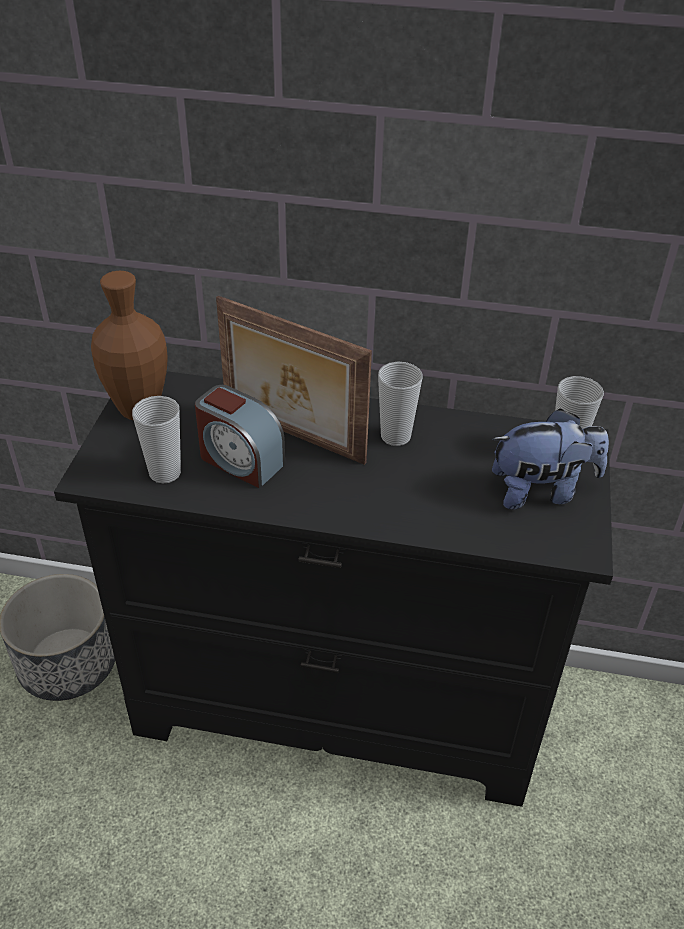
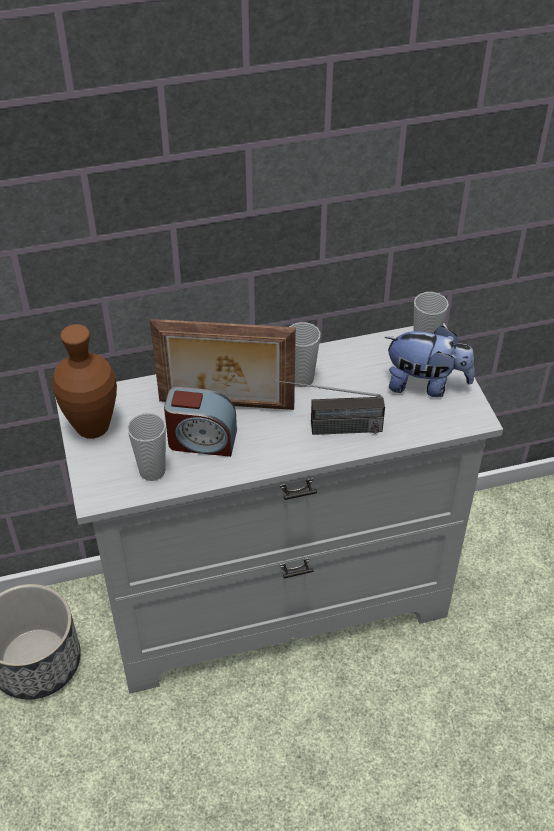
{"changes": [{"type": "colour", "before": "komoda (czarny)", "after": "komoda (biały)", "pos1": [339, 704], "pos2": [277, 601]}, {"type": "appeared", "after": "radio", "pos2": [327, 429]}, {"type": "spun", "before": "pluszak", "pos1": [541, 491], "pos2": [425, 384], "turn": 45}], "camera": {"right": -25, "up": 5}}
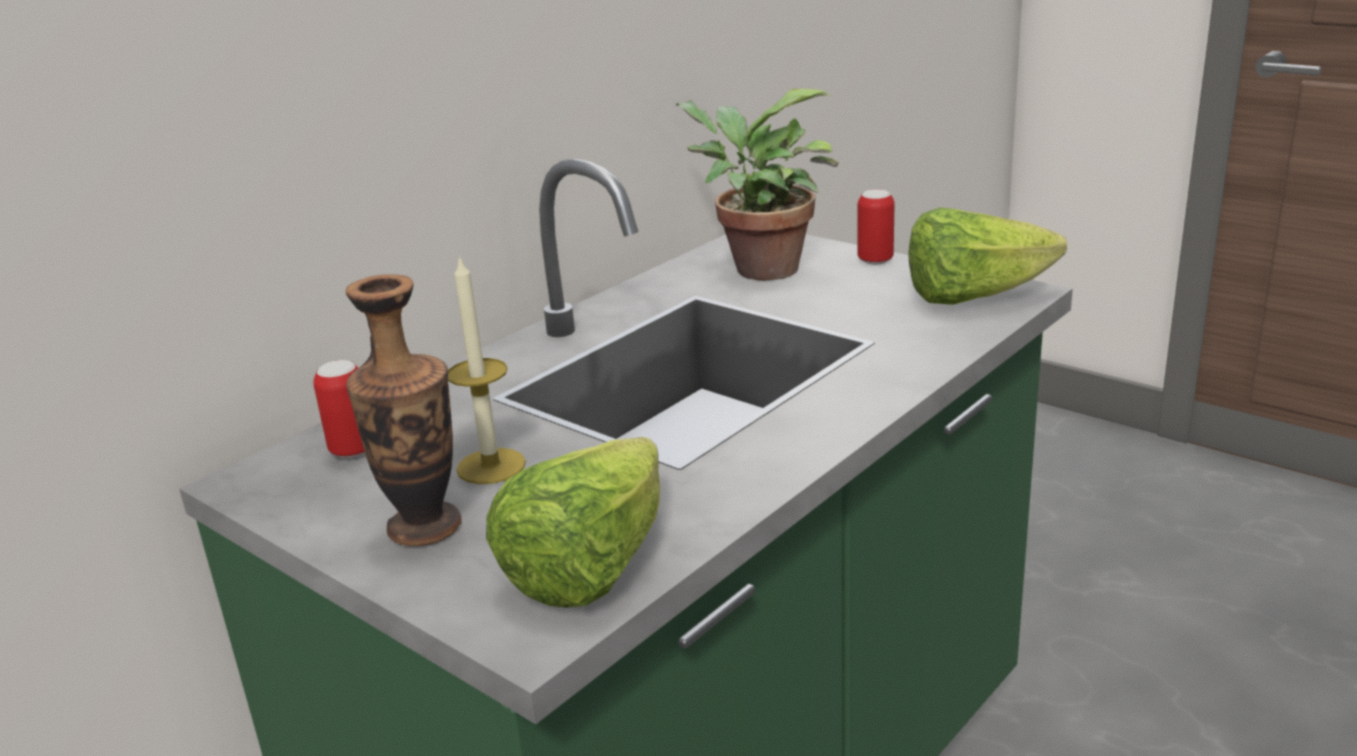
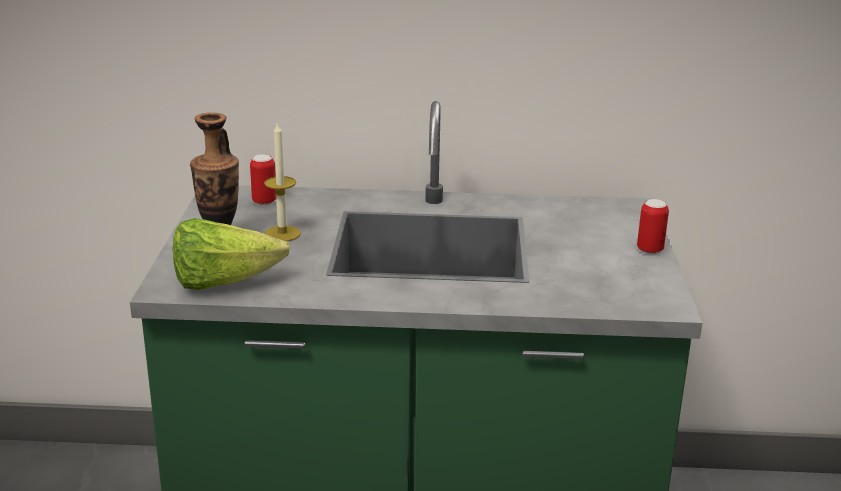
{"changes": [{"type": "missing", "before": "roślina doniczkowa", "pos1": [758, 269]}, {"type": "missing", "before": "sałata", "pos1": [973, 297]}], "camera": {"right": 50, "up": 0}}
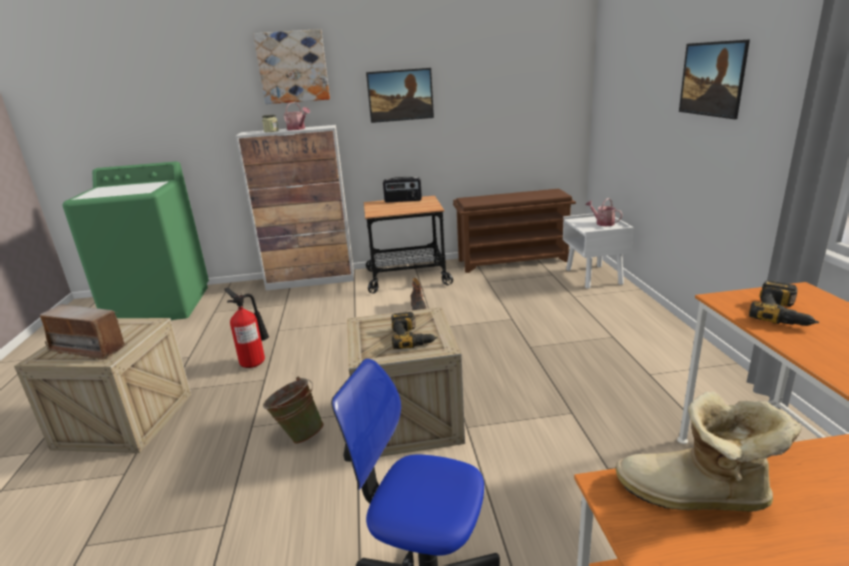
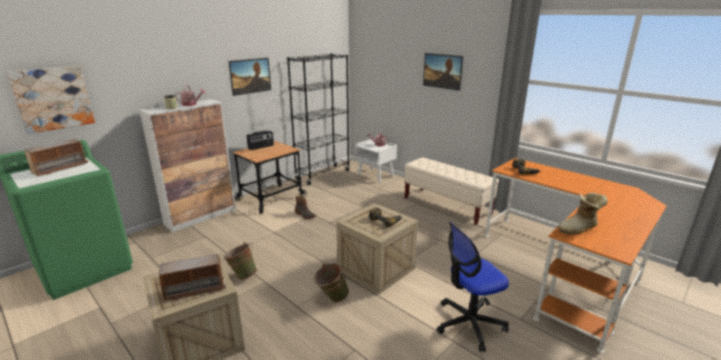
{"changes": [{"type": "relocated", "before": "obraz", "pos1": [293, 67], "pos2": [53, 98]}, {"type": "appeared", "after": "radio", "pos2": [60, 168]}, {"type": "exchanged", "before": "gaśnica", "after": "wiadro (zielony)", "pos1": [255, 362], "pos2": [242, 275]}, {"type": "exchanged", "before": "regał na buty (brązowy)", "after": "regał (czarny)", "pos1": [513, 260], "pos2": [323, 175]}, {"type": "appeared", "after": "ławka (beżowy)", "pos2": [446, 206]}], "camera": {"right": -40, "up": 0}}
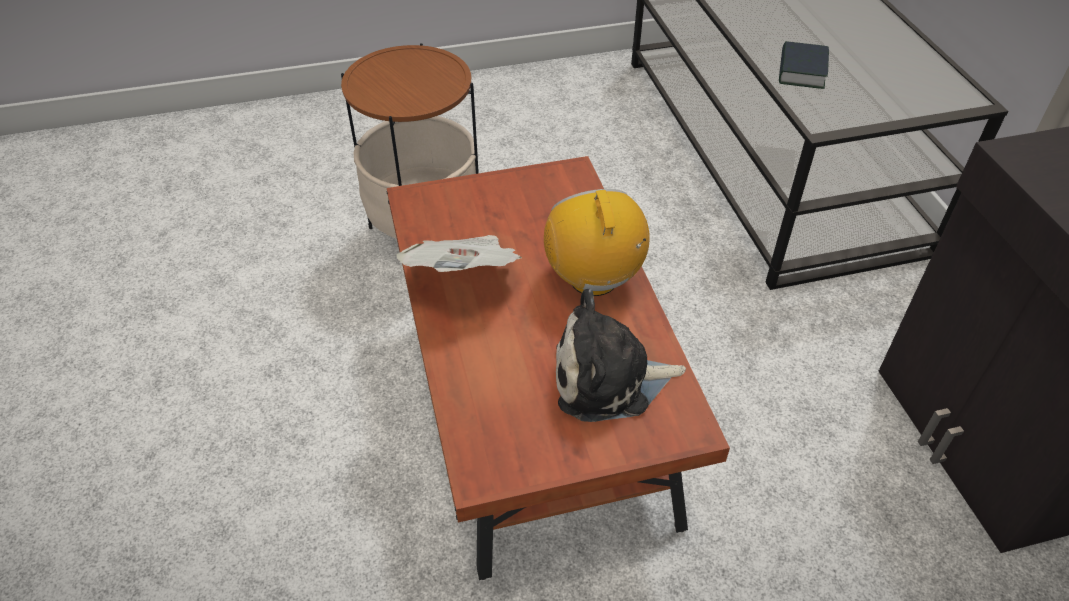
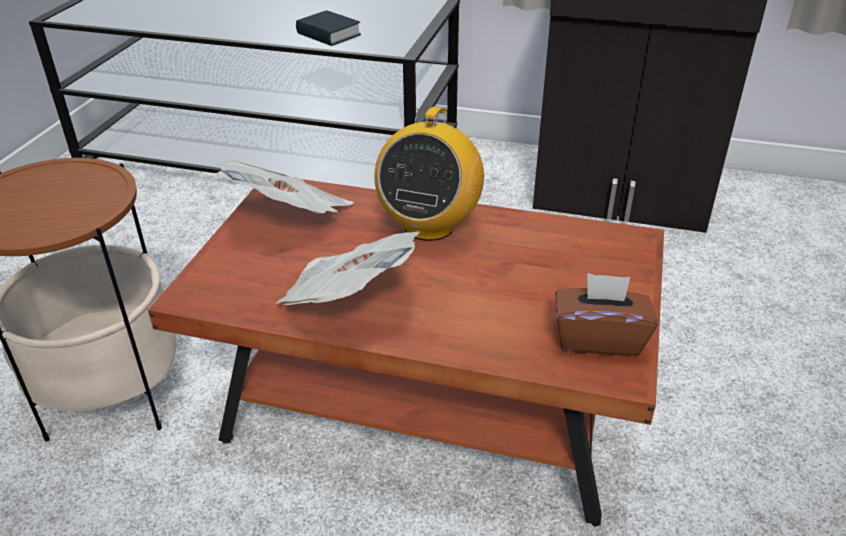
{"changes": [{"type": "appeared", "after": "gazeta", "pos2": [291, 216]}, {"type": "spun", "before": "radio", "pos1": [594, 279], "pos2": [429, 226], "turn": -90}, {"type": "appeared", "after": "pudełko chusteczek (brązowy)", "pos2": [599, 338]}, {"type": "missing", "before": "pluszak", "pos1": [609, 379]}], "camera": {"right": -60, "up": -10}}
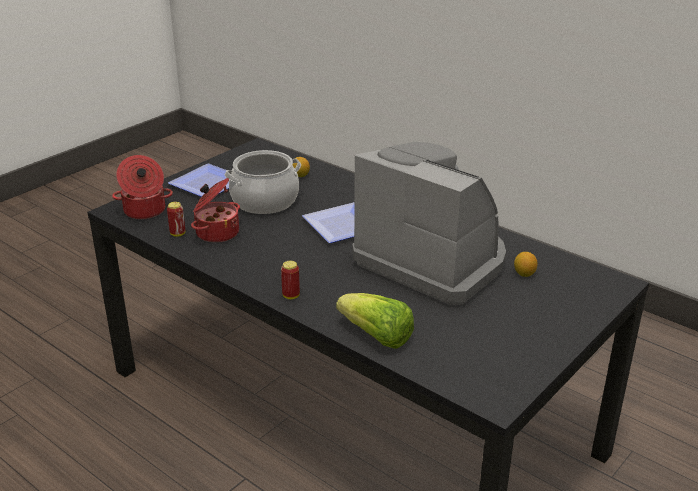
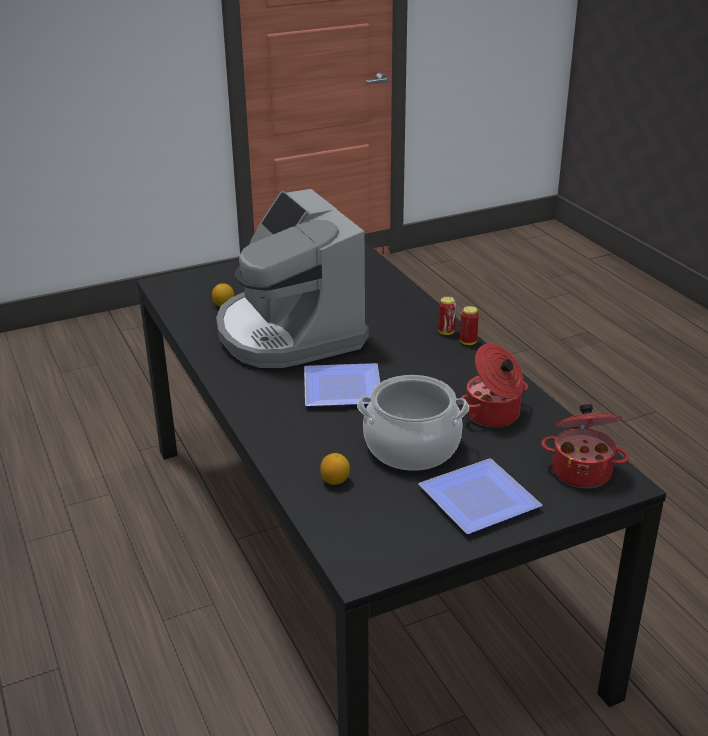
{"changes": [{"type": "relocated", "before": "puszka", "pos1": [177, 234], "pos2": [468, 342]}, {"type": "missing", "before": "sałata", "pos1": [376, 336]}], "camera": {"right": -155, "up": 0}}
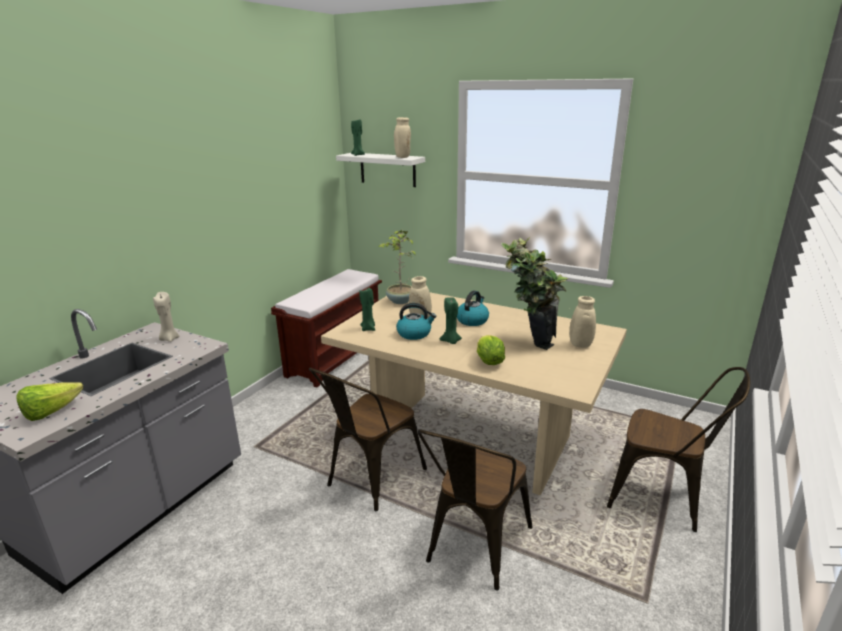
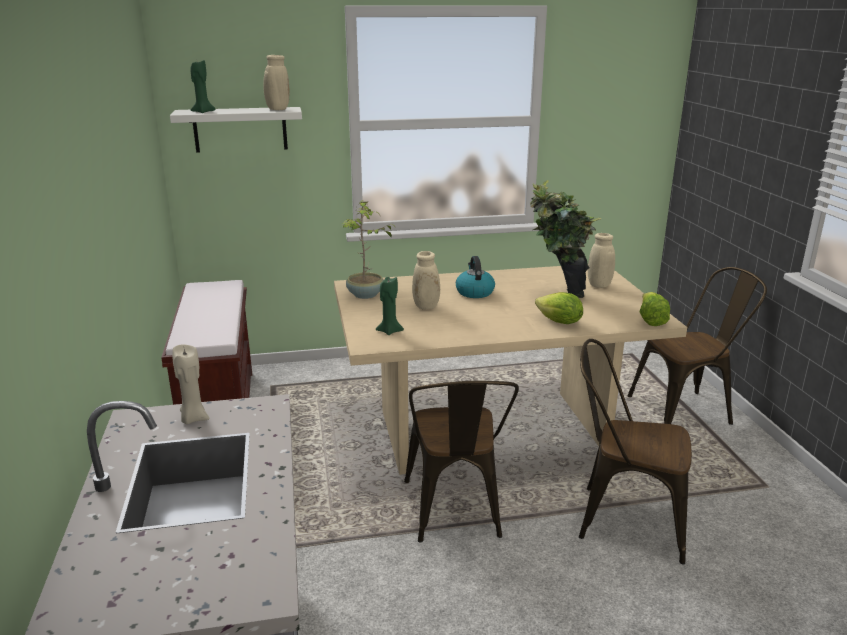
{"changes": [{"type": "spun", "before": "krzesło (brązowy)", "pos1": [474, 549], "pos2": [621, 519], "turn": 120}, {"type": "relocated", "before": "sałata", "pos1": [51, 412], "pos2": [650, 320]}, {"type": "missing", "before": "czajnik", "pos1": [414, 333]}, {"type": "missing", "before": "świeca (zielony)", "pos1": [451, 341]}], "camera": {"right": -40, "up": 0}}
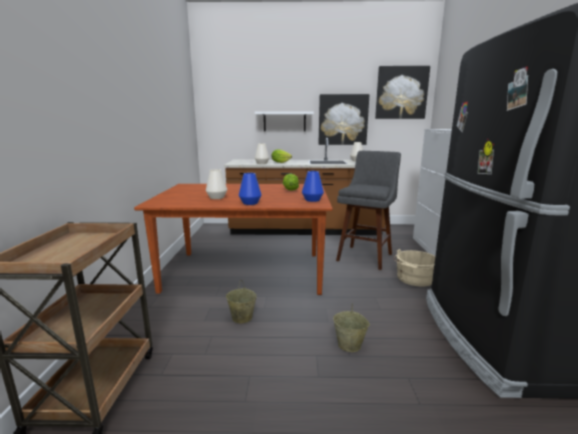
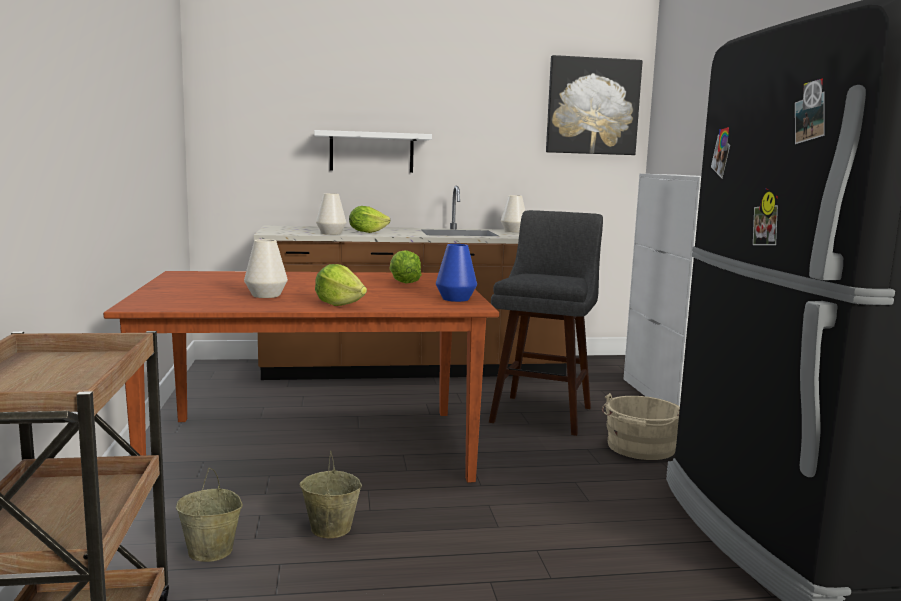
{"changes": [{"type": "relocated", "before": "wiadro (beżowy)", "pos1": [350, 345], "pos2": [211, 551]}, {"type": "exchanged", "before": "wazon (niebieski)", "after": "sałata", "pos1": [250, 203], "pos2": [339, 304]}, {"type": "missing", "before": "obraz", "pos1": [343, 119]}], "camera": {"right": -10, "up": -5}}
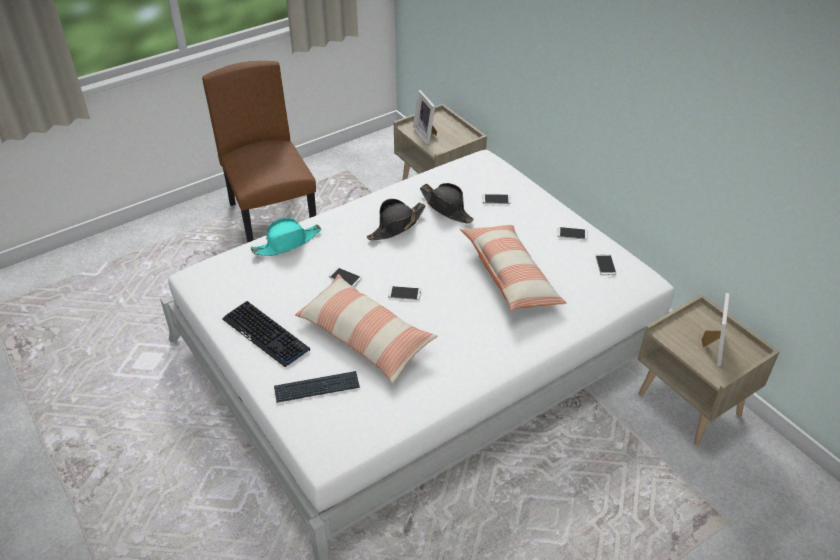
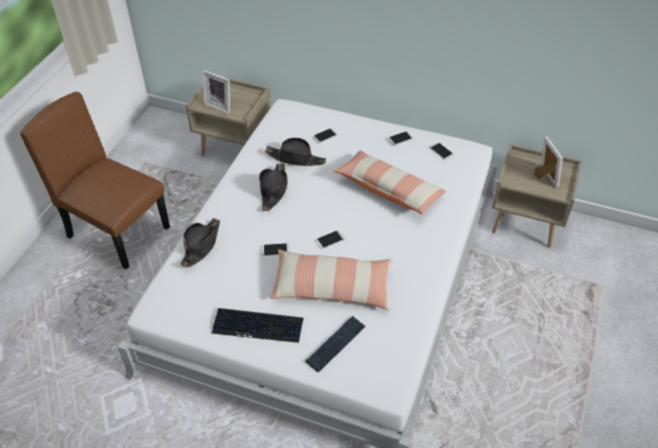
{"changes": [{"type": "colour", "before": "kapelusz (turkusowy)", "after": "kapelusz (czarny)", "pos1": [287, 243], "pos2": [201, 245]}], "camera": {"right": -35, "up": 5}}
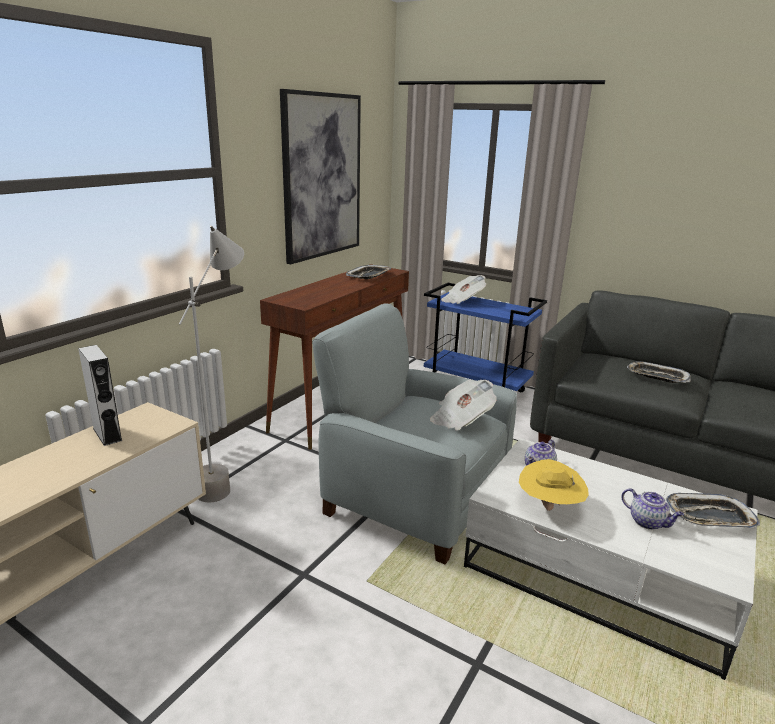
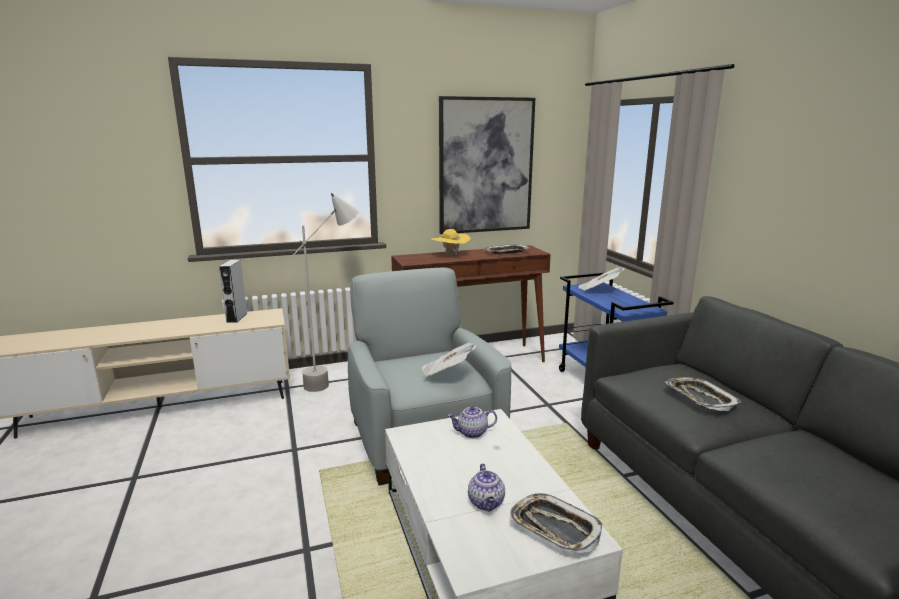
{"changes": [{"type": "relocated", "before": "kapelusz (żółty)", "pos1": [549, 507], "pos2": [450, 254]}], "camera": {"right": 40, "up": -5}}
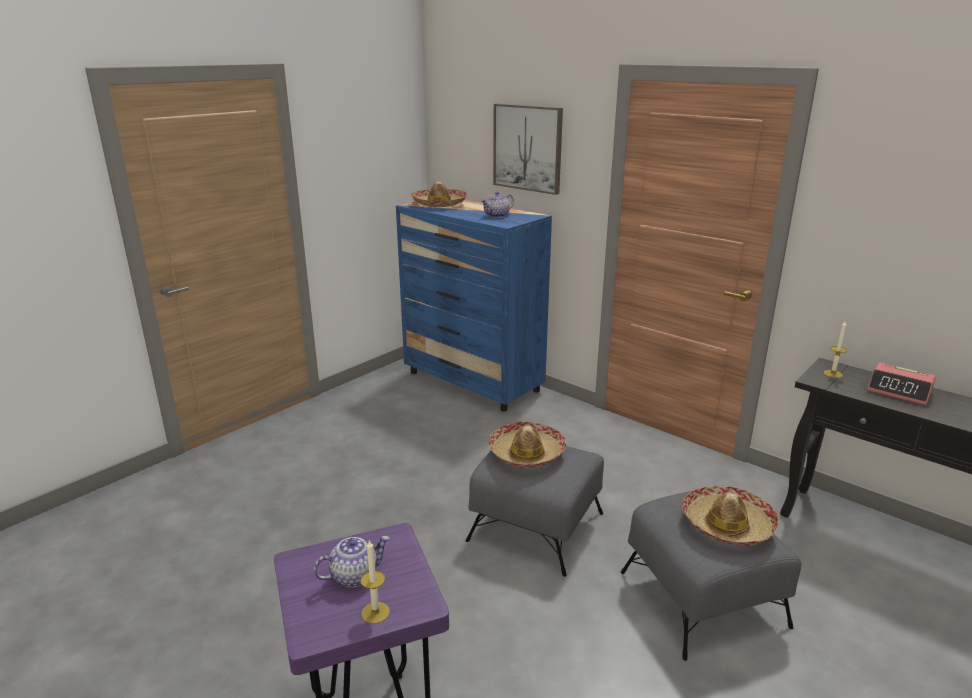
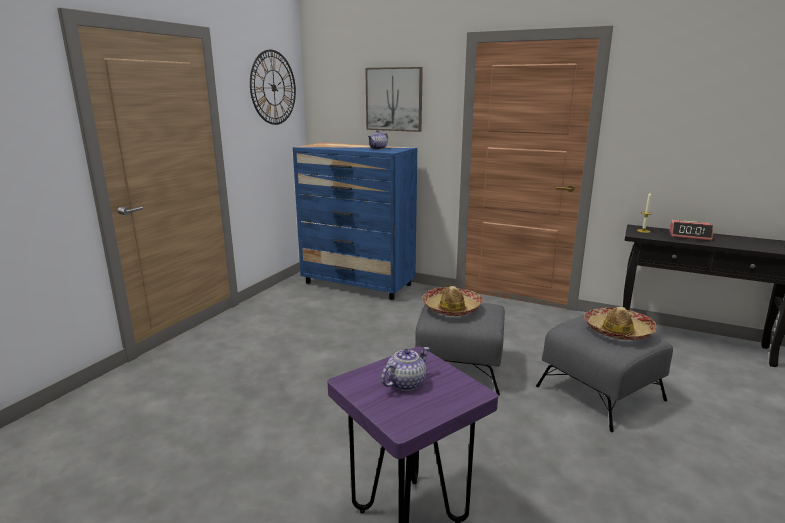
{"changes": [{"type": "appeared", "after": "zegar ścienny", "pos2": [273, 88]}, {"type": "missing", "before": "świeca", "pos1": [375, 612]}, {"type": "missing", "before": "kapelusz", "pos1": [438, 204]}], "camera": {"right": -15, "up": -5}}
